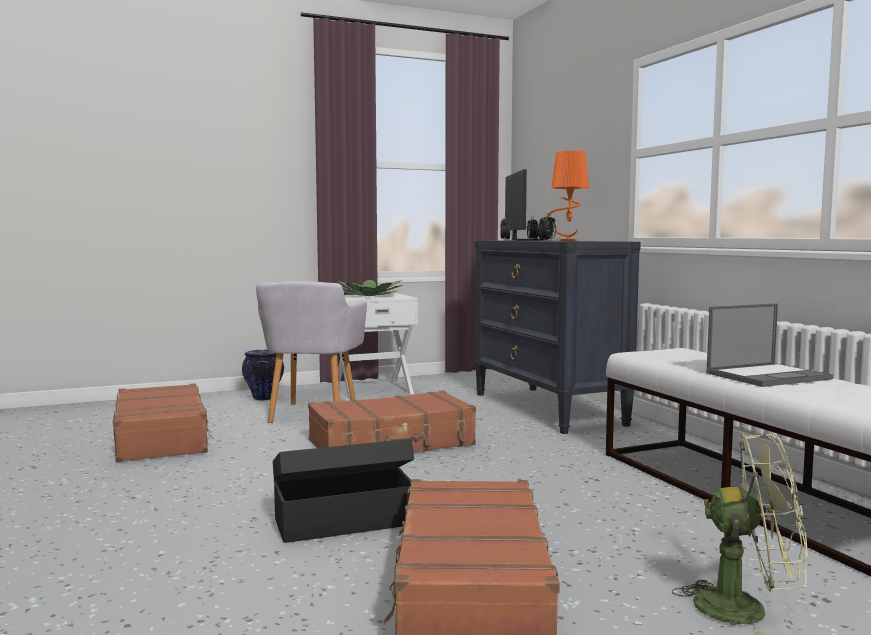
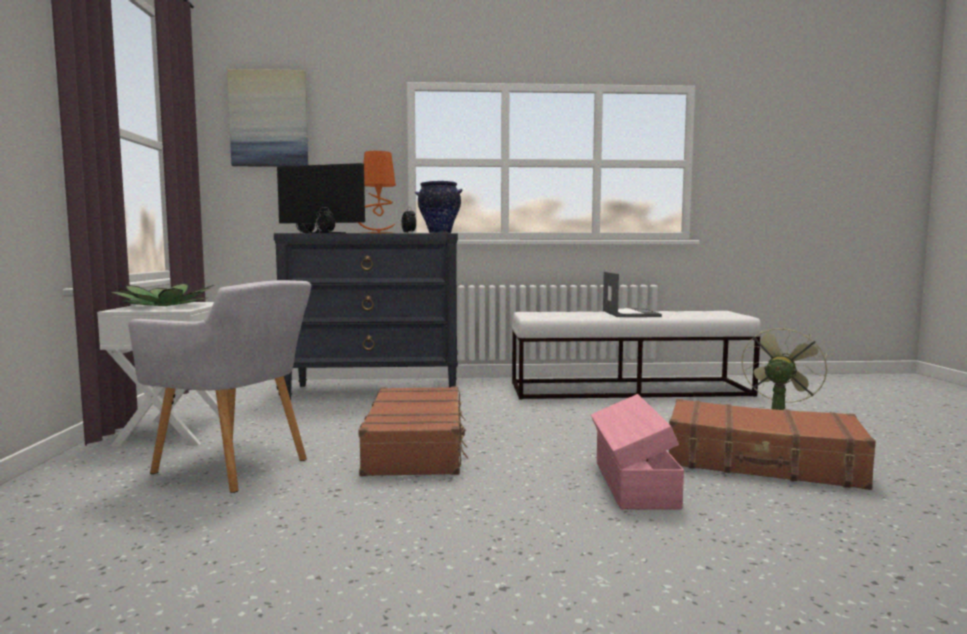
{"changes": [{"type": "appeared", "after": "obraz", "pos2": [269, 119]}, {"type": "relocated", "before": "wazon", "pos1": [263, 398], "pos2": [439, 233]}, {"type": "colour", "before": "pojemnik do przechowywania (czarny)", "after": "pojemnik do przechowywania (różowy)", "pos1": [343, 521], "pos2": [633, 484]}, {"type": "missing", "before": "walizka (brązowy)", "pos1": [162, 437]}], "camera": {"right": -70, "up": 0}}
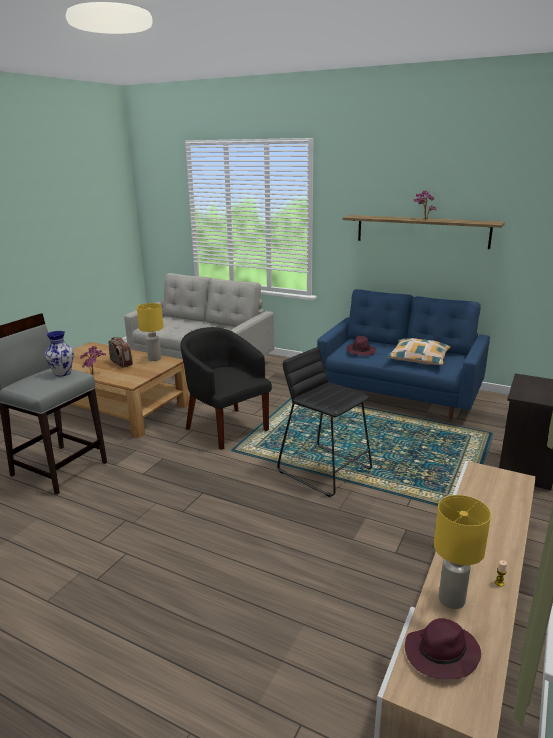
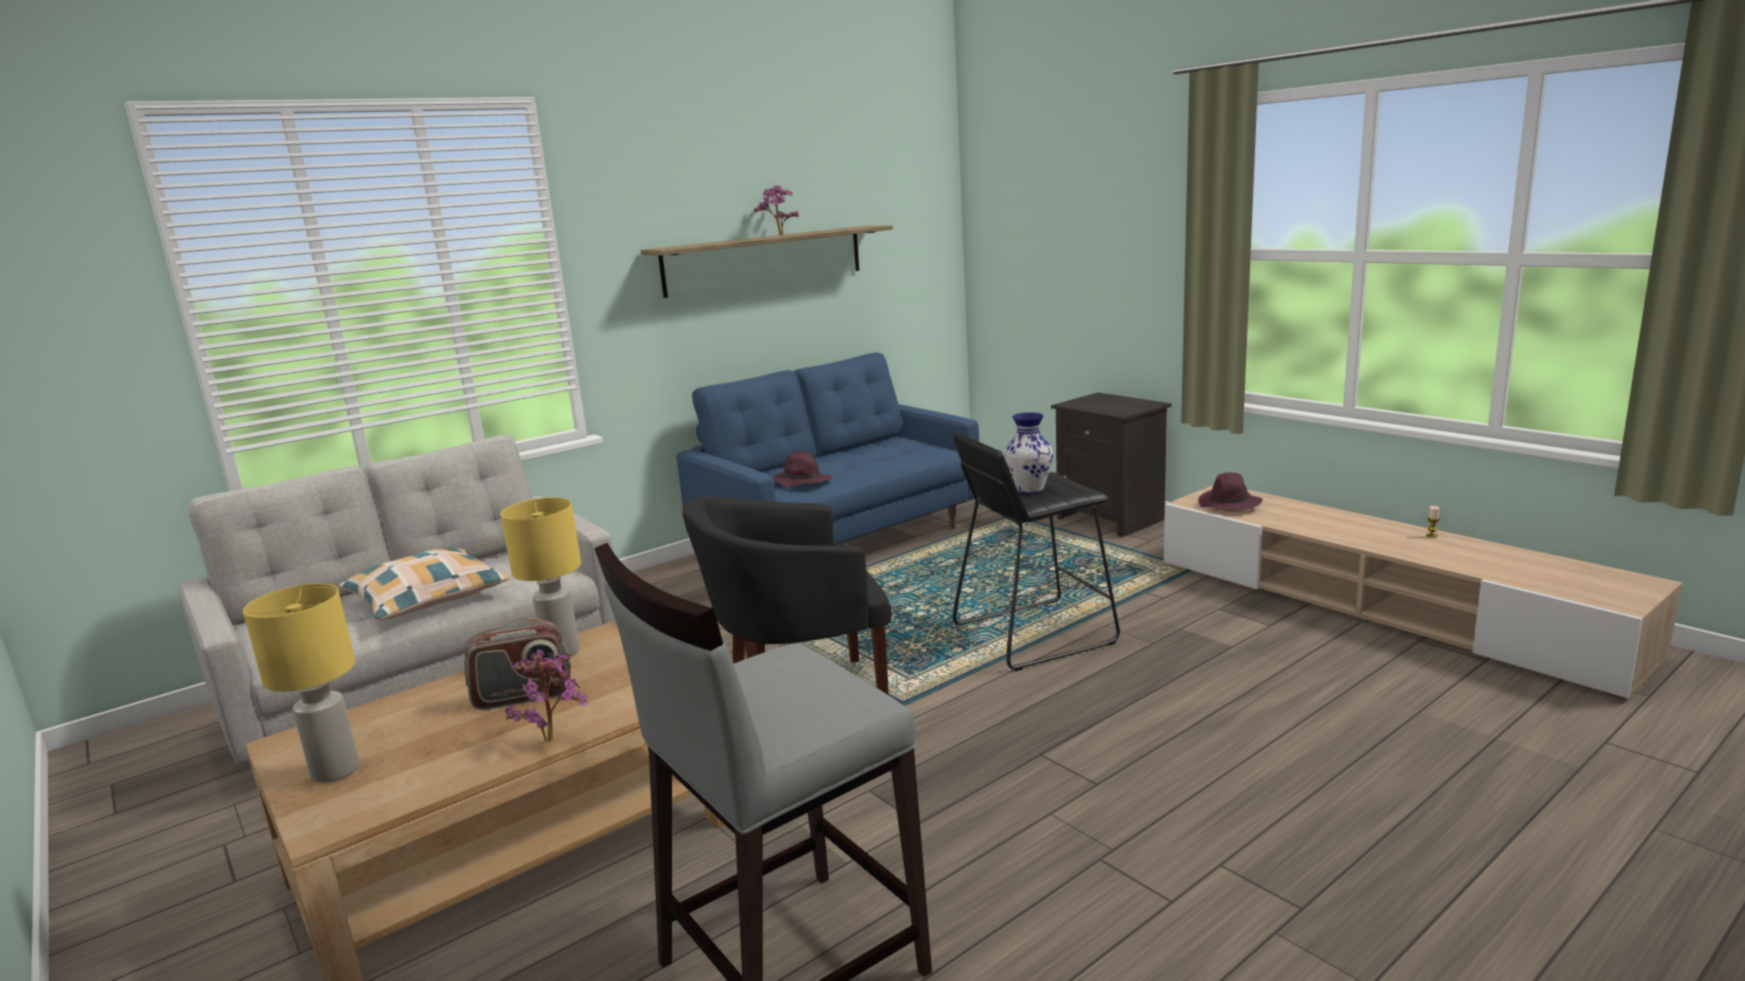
{"changes": [{"type": "relocated", "before": "lampa stołowa (żółty)", "pos1": [451, 599], "pos2": [334, 771]}, {"type": "relocated", "before": "poduszka", "pos1": [418, 358], "pos2": [427, 598]}, {"type": "relocated", "before": "wazon", "pos1": [62, 373], "pos2": [1028, 490]}, {"type": "relocated", "before": "kapelusz (fioletowy)", "pos1": [441, 654], "pos2": [1230, 504]}], "camera": {"right": -65, "up": -5}}
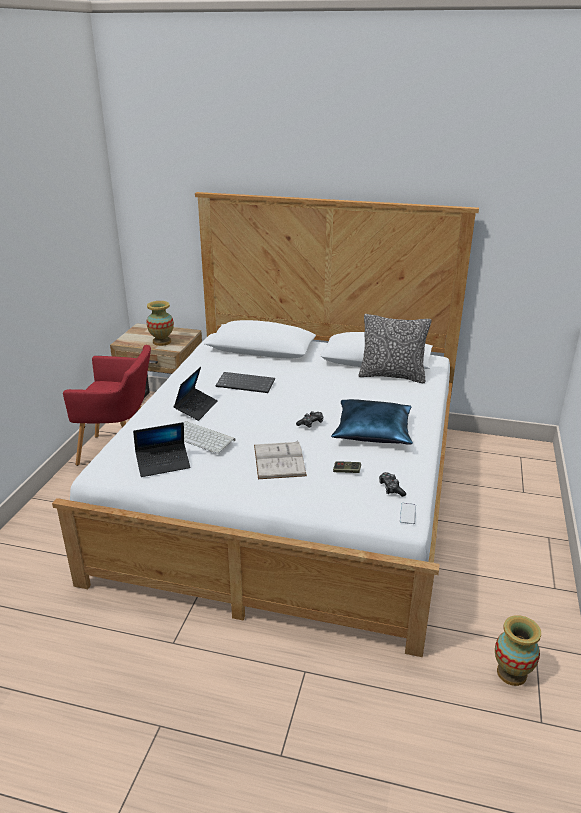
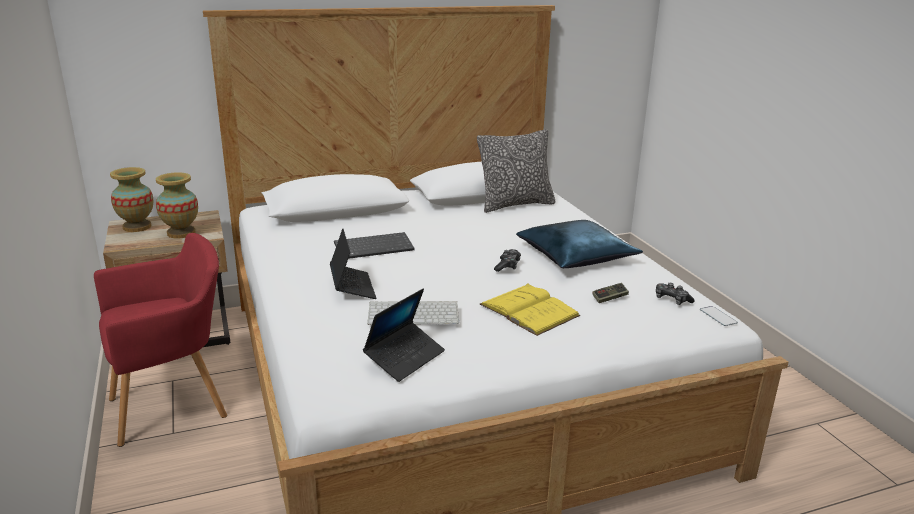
{"changes": [{"type": "relocated", "before": "wazon", "pos1": [511, 673], "pos2": [137, 227]}, {"type": "colour", "before": "książka (biały)", "after": "książka (żółty)", "pos1": [279, 460], "pos2": [529, 310]}], "camera": {"right": -35, "up": -5}}
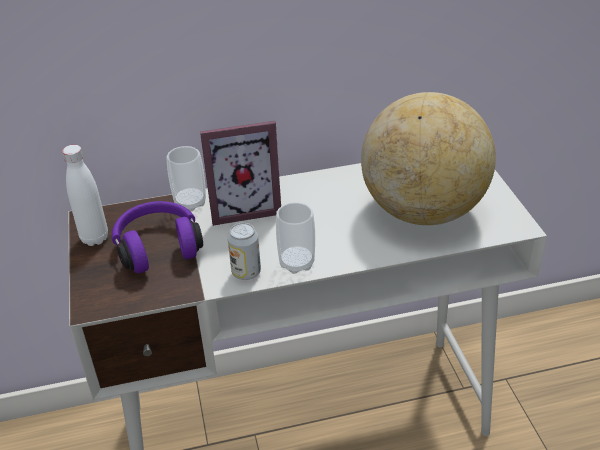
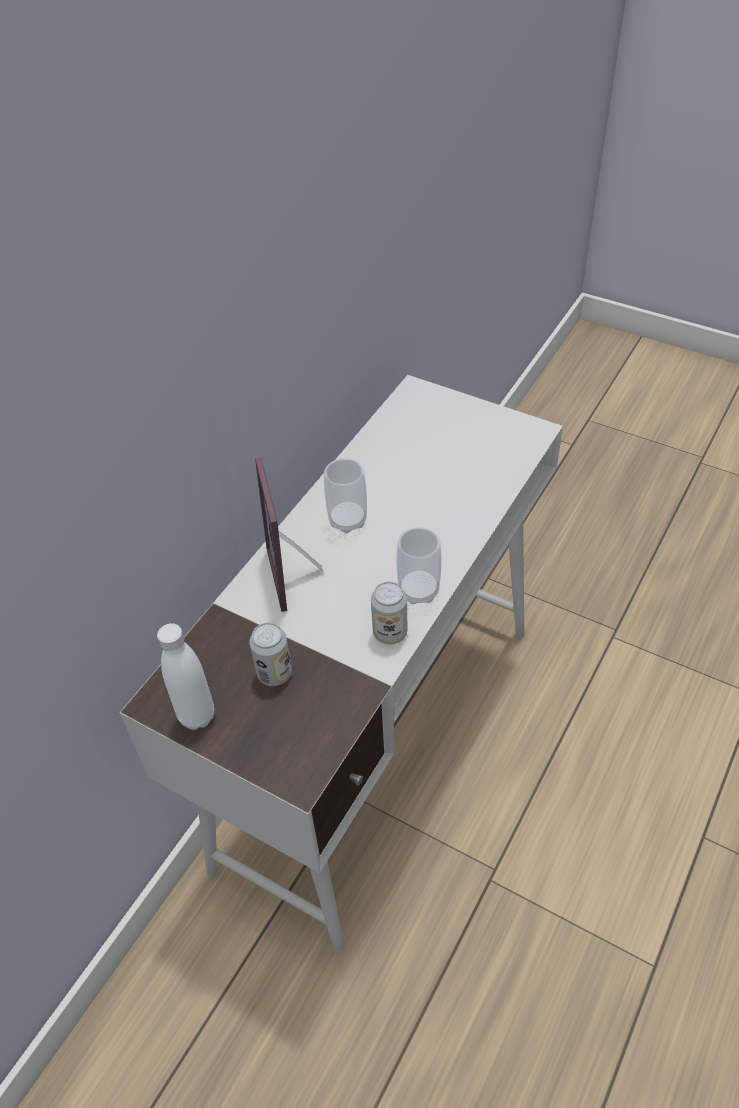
{"changes": [{"type": "exchanged", "before": "słuchawki (fioletowy)", "after": "puszka", "pos1": [158, 247], "pos2": [274, 673]}, {"type": "spun", "before": "ramka na zdjęcie", "pos1": [244, 208], "pos2": [298, 574], "turn": 135}, {"type": "relocated", "before": "filiżanka", "pos1": [190, 202], "pos2": [347, 520]}, {"type": "missing", "before": "globus", "pos1": [423, 211]}], "camera": {"right": -45, "up": 10}}
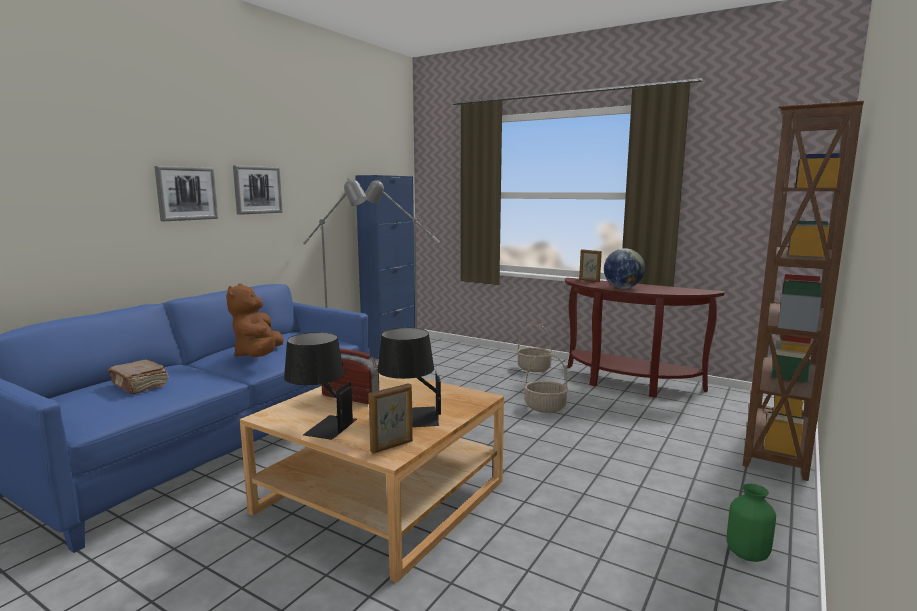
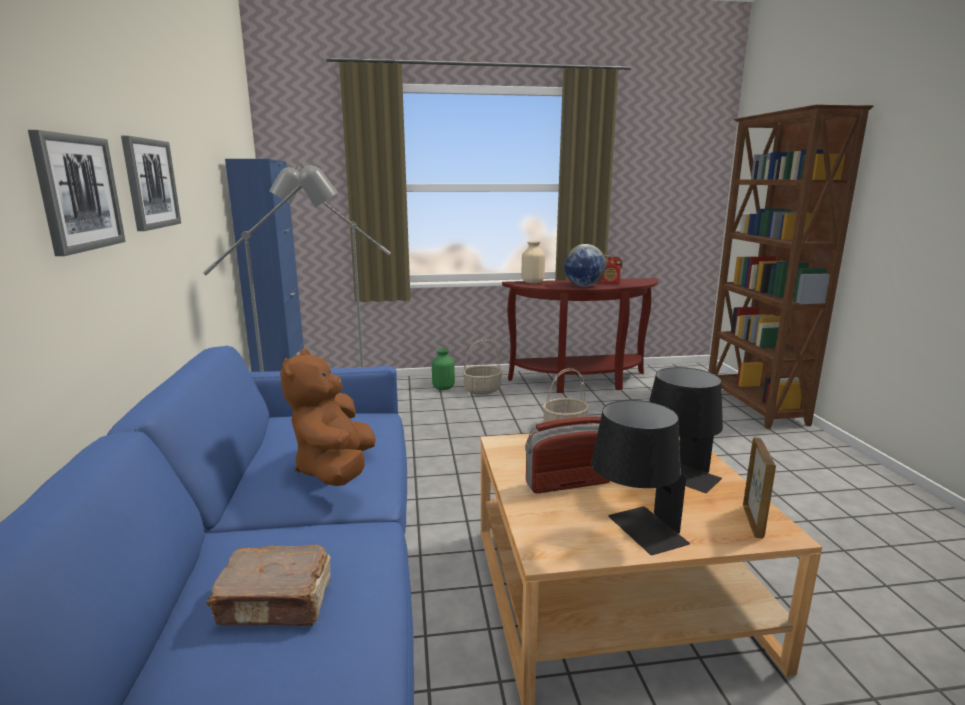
{"changes": [{"type": "spun", "before": "pluszak (brązowy)", "pos1": [259, 355], "pos2": [336, 470], "turn": 45}, {"type": "relocated", "before": "wazon (zielony)", "pos1": [746, 554], "pos2": [443, 388]}, {"type": "exchanged", "before": "ramka na zdjęcie", "after": "wazon (beżowy)", "pos1": [589, 280], "pos2": [533, 282]}, {"type": "appeared", "after": "radio", "pos2": [610, 282]}], "camera": {"right": -40, "up": 5}}
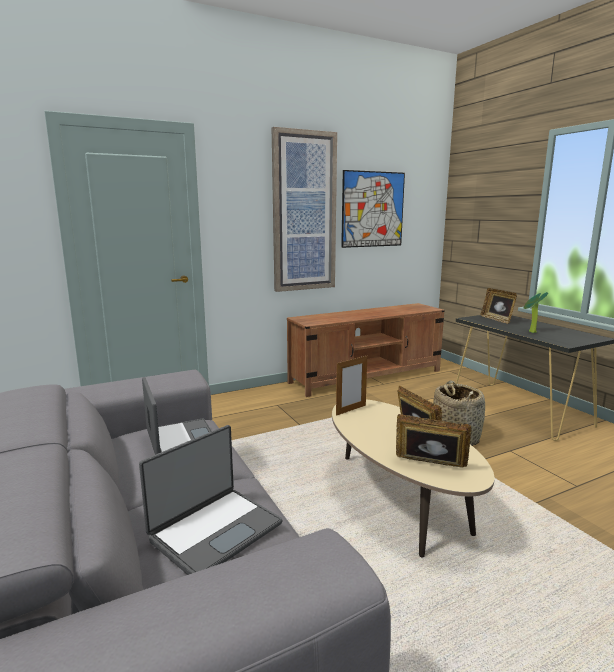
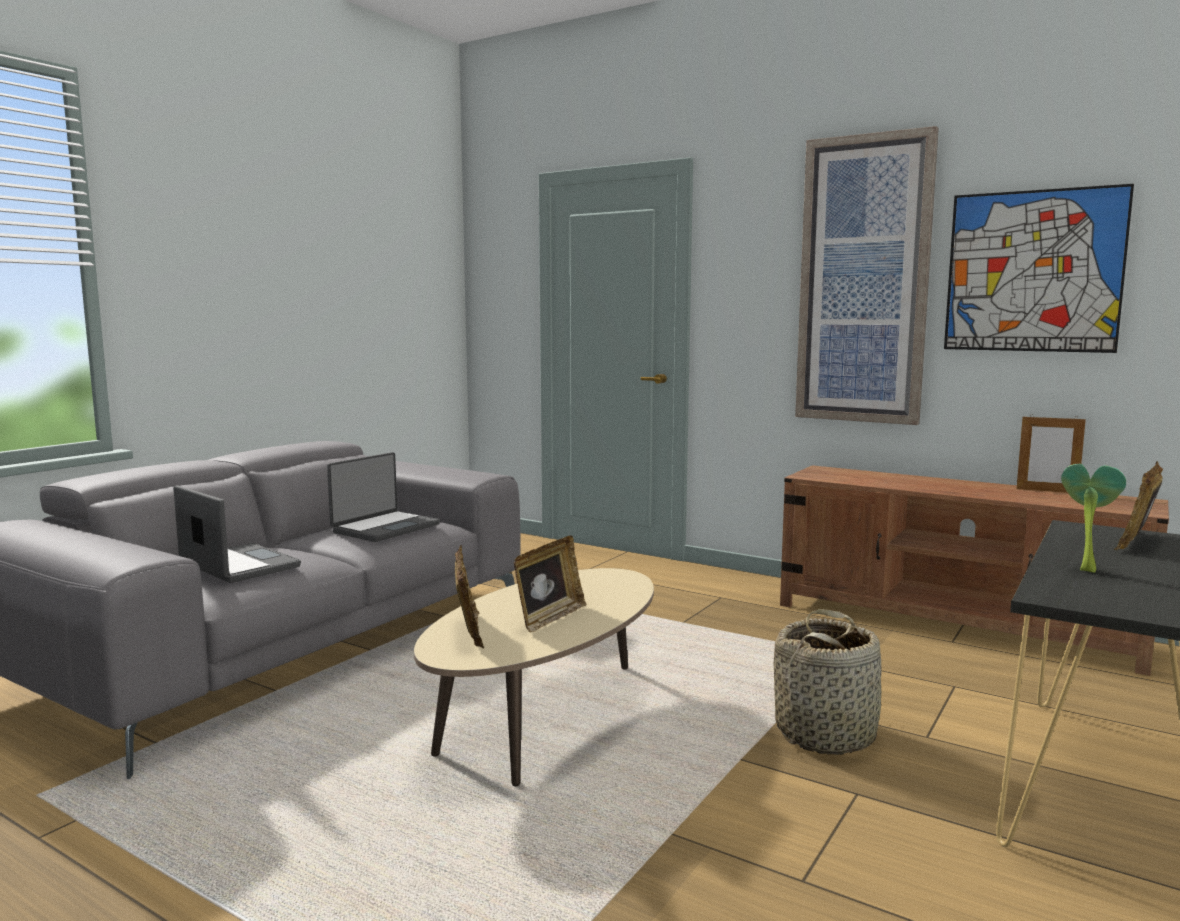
{"changes": [{"type": "spun", "before": "laptop", "pos1": [215, 531], "pos2": [237, 566], "turn": -150}, {"type": "relocated", "before": "ramka na zdjęcie", "pos1": [351, 410], "pos2": [1047, 491]}], "camera": {"right": 60, "up": -5}}
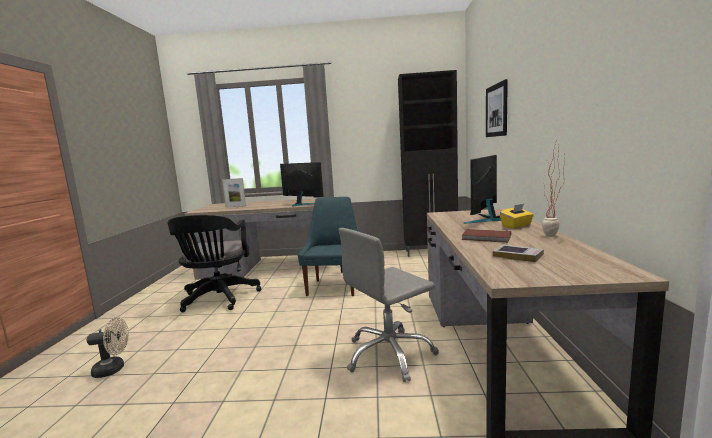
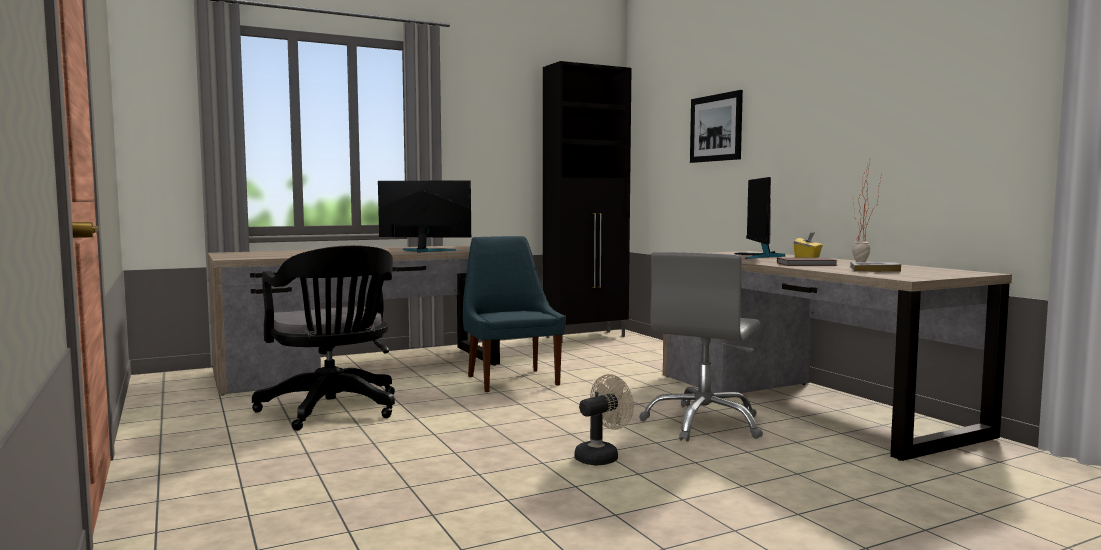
{"changes": [{"type": "relocated", "before": "wentylator (beżowy)", "pos1": [114, 369], "pos2": [601, 457]}, {"type": "missing", "before": "ramka na zdjęcie", "pos1": [236, 206]}], "camera": {"right": -30, "up": -5}}
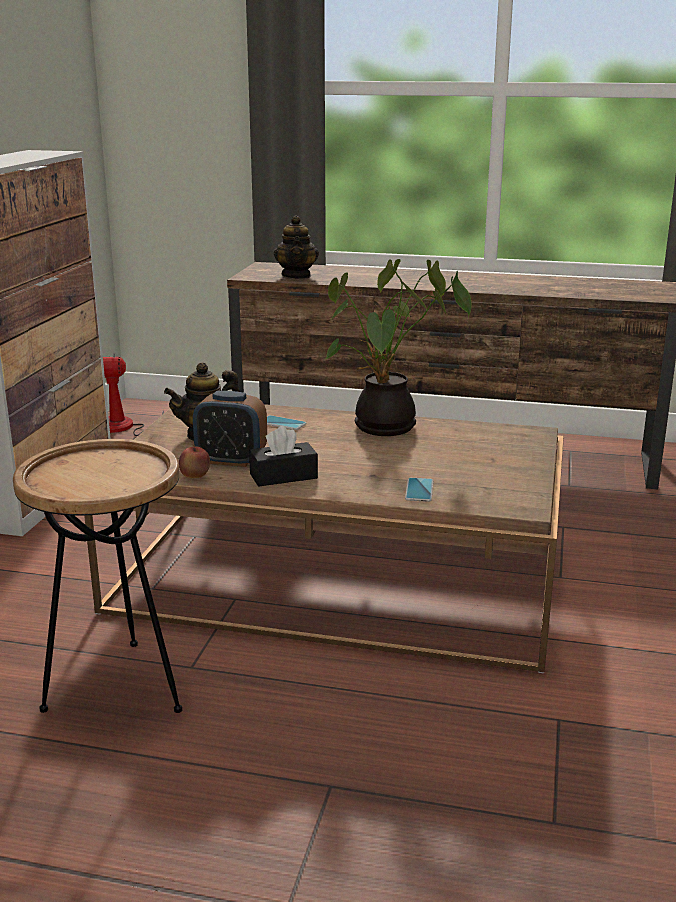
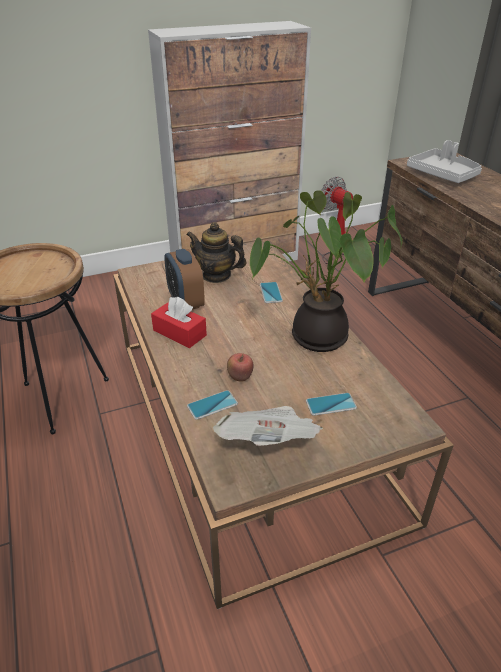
{"changes": [{"type": "colour", "before": "pudełko chusteczek (czarny)", "after": "pudełko chusteczek (czerwony)", "pos1": [283, 476], "pos2": [179, 333]}, {"type": "appeared", "after": "gazeta", "pos2": [268, 443]}, {"type": "relocated", "before": "jabłko", "pos1": [195, 477], "pos2": [240, 378]}, {"type": "appeared", "after": "telefon", "pos2": [331, 404]}, {"type": "exchanged", "before": "imbryk", "after": "taca (szary)", "pos1": [297, 276], "pos2": [443, 174]}], "camera": {"right": 55, "up": 15}}
